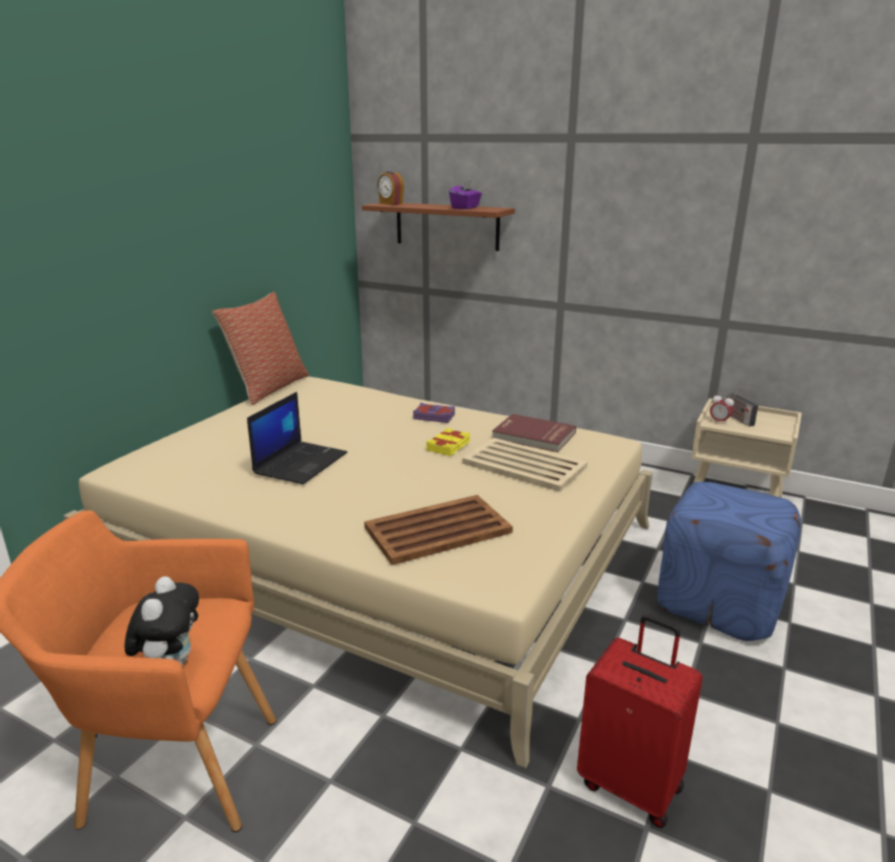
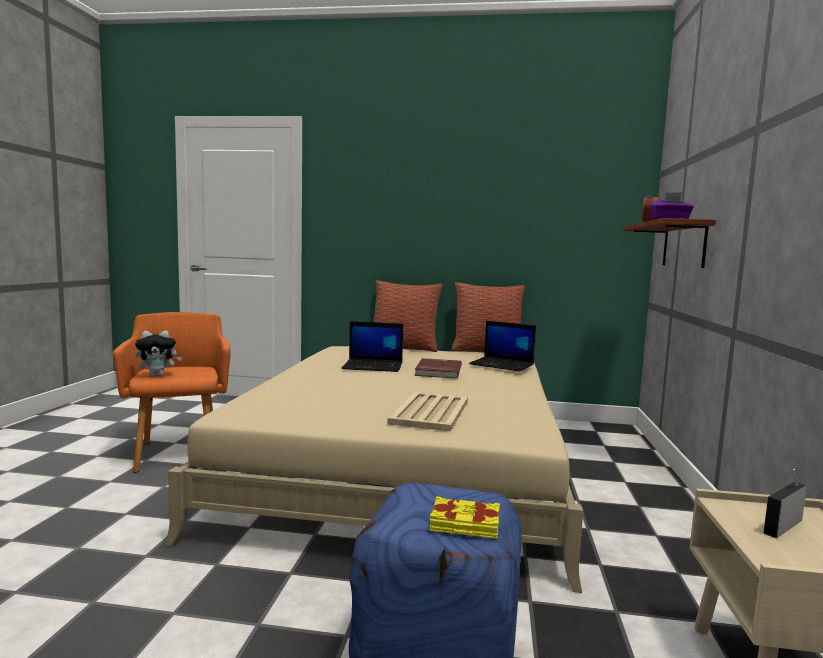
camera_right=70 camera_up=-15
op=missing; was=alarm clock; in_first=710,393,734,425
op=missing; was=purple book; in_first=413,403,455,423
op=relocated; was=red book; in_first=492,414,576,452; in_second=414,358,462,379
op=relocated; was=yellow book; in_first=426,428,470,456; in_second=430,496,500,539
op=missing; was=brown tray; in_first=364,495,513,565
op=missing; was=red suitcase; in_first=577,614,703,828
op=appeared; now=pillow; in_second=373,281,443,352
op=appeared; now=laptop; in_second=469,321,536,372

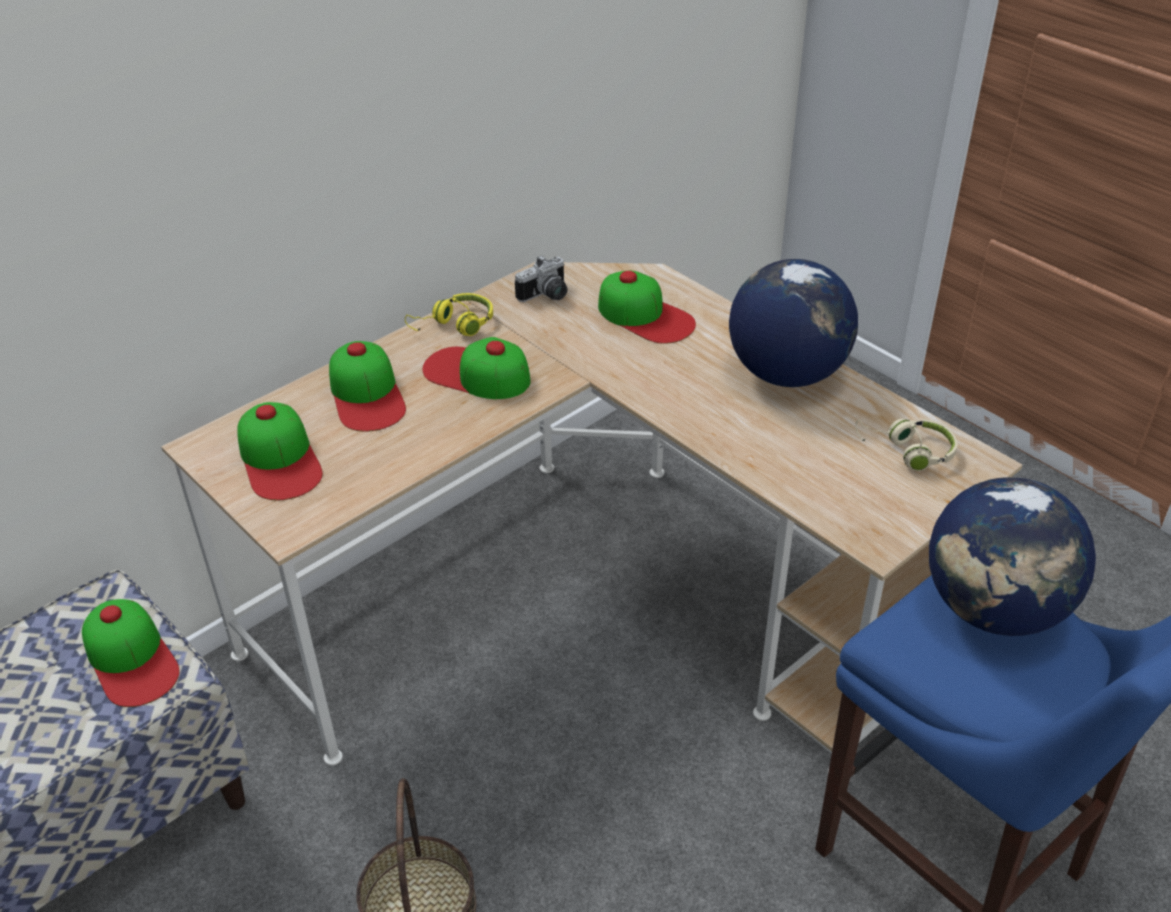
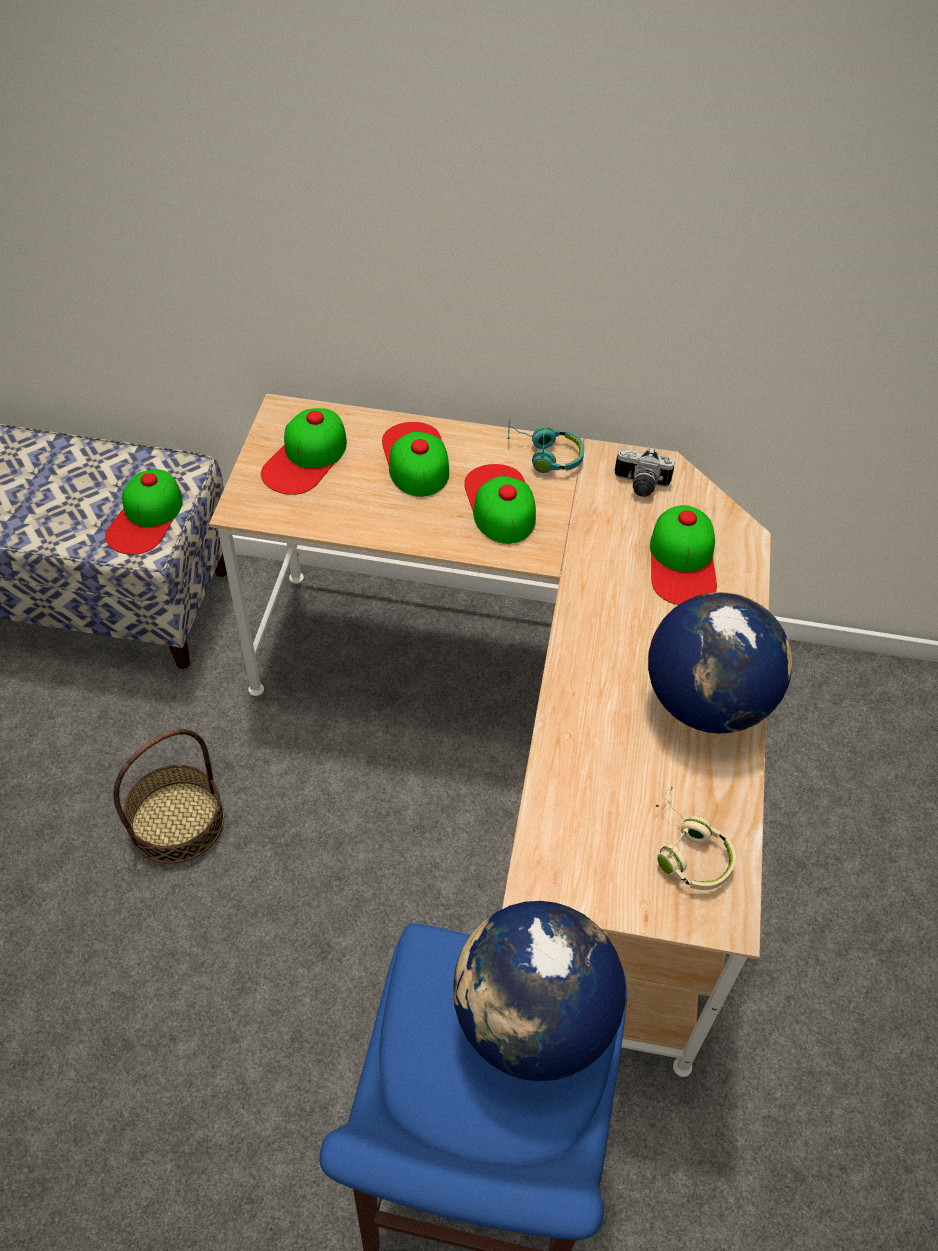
camera_right=50 camera_up=10
op=colour; was=yellow headphones; now=turquoise headphones; in_first=405,293,493,336; in_second=508,420,584,473
op=spun; was=cap; in_first=329,341,406,432; in_second=382,422,449,497; clockwise=135

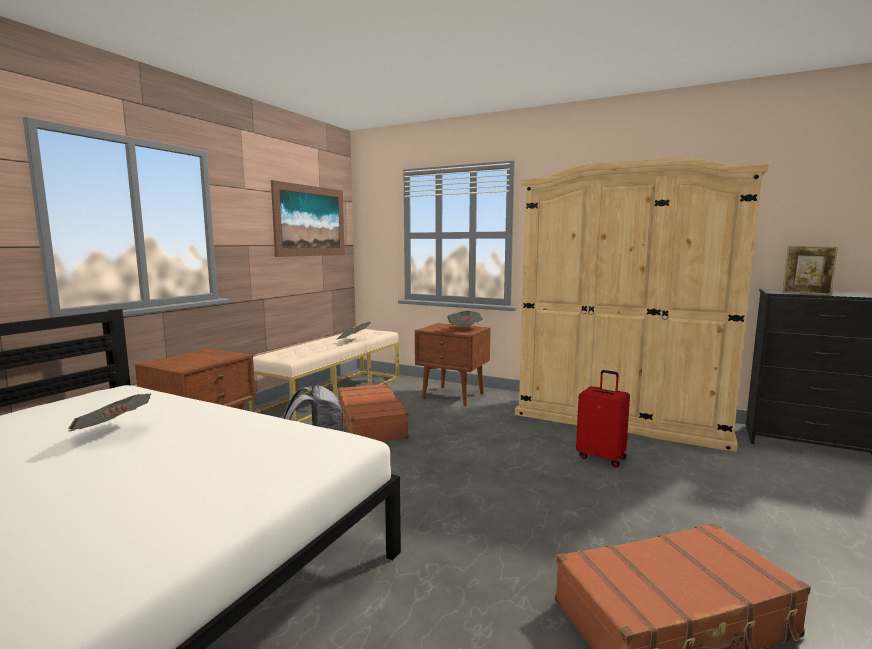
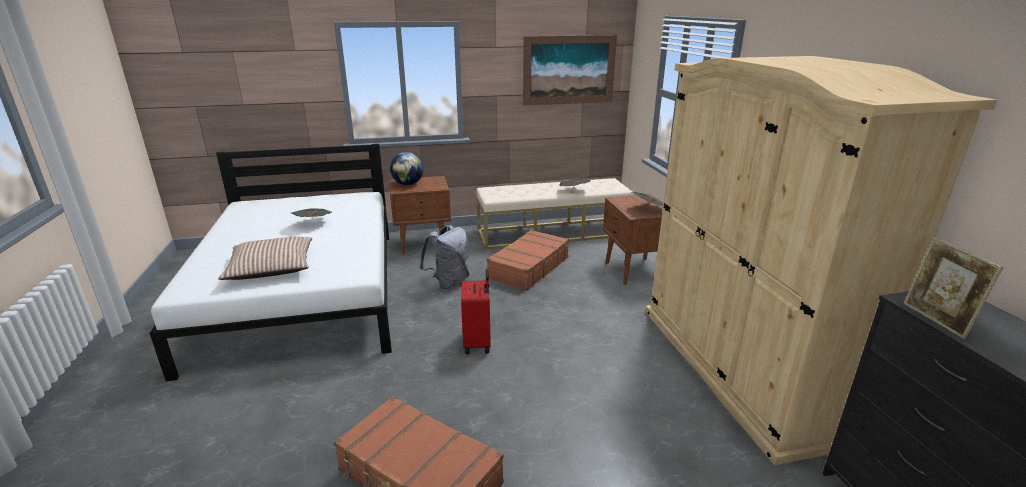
camera_right=50 camera_up=15
op=relocated; was=red suitcase; in_first=576,370,630,467; in_second=461,269,491,354
op=appeared; now=globe; in_second=390,152,424,185
op=appeared; now=pillow; in_second=218,237,312,280

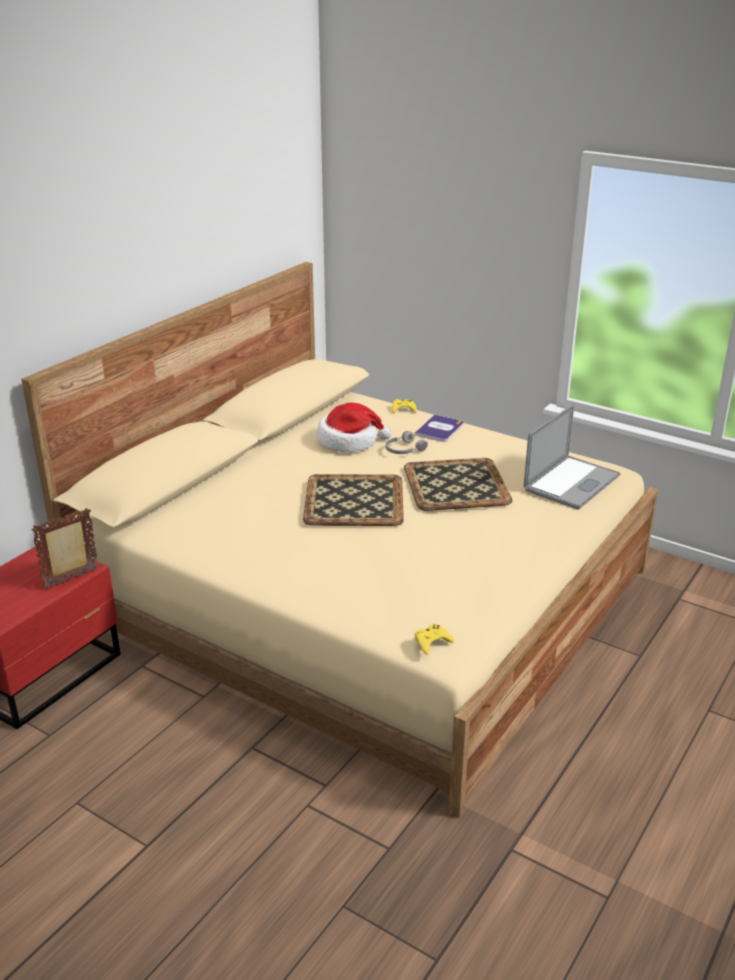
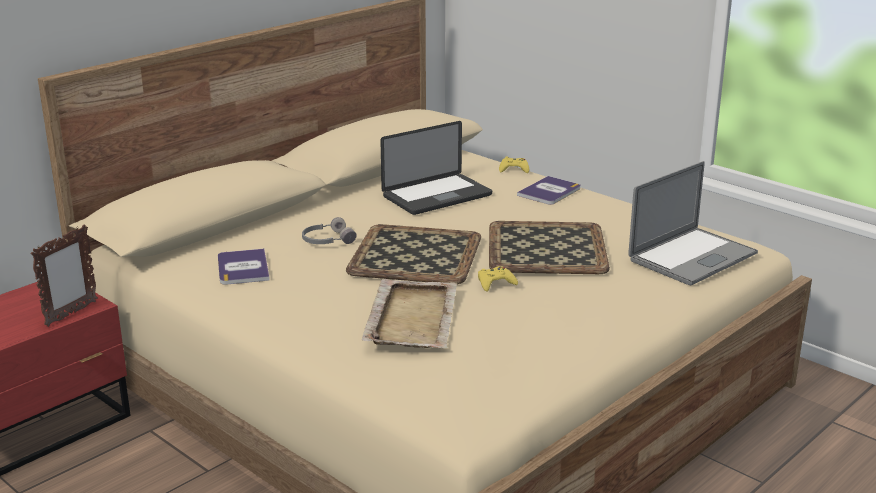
camera_right=10 camera_up=-5
op=exchanged; was=hat; now=laptop; in_first=317,402,391,452; in_second=380,121,492,215
op=relocated; was=grey headphones; in_first=386,431,428,454; in_second=302,217,357,244
op=spun; was=picture frame; in_first=31,508,98,589; in_second=30,225,98,327; clockwise=150
op=relocated; was=yellow game controller; in_first=415,624,454,655; in_second=478,266,518,292
op=appeared; now=book; in_second=218,249,270,285
op=appeared; now=beige tray; in_second=362,279,457,348

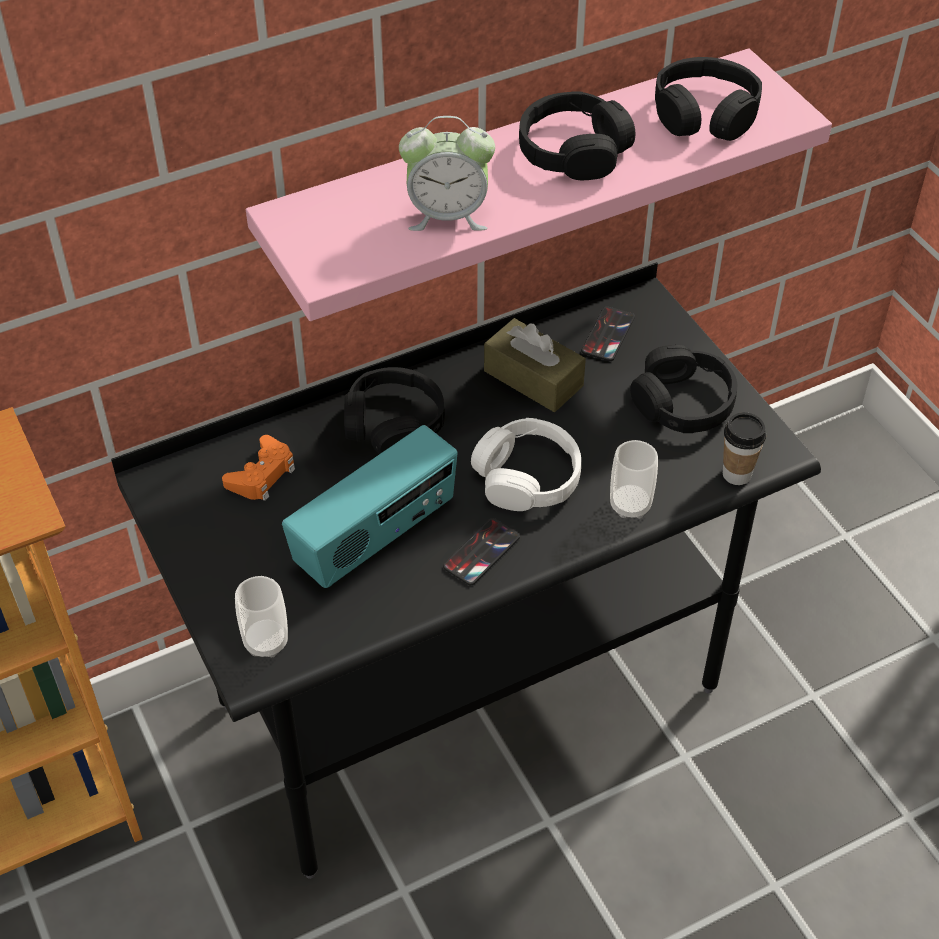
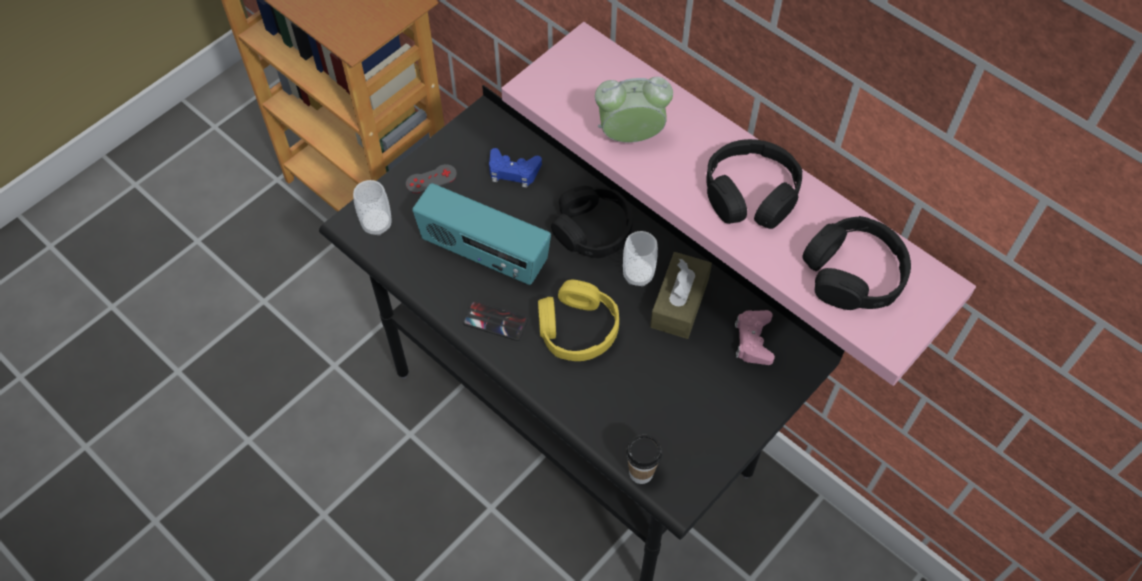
camera_right=70 camera_up=10
op=spun; was=alarm clock; in_first=399,116,495,231; in_second=595,77,673,142; clockwise=105
op=exchanged; was=phone; now=pink game controller; in_first=581,306,635,361; in_second=735,310,775,365
op=missing; was=black headphones; in_first=630,345,737,433
op=colour; was=white headphones; now=yellow headphones; in_first=471,418,581,511; in_second=538,280,619,361
op=colour; was=orange game controller; now=blue game controller; in_first=222,435,295,501; in_second=489,148,542,188
op=relocated; was=cup; in_first=610,440,658,518; in_second=623,231,658,287
op=appeared; now=grey game controller; in_second=406,164,457,193

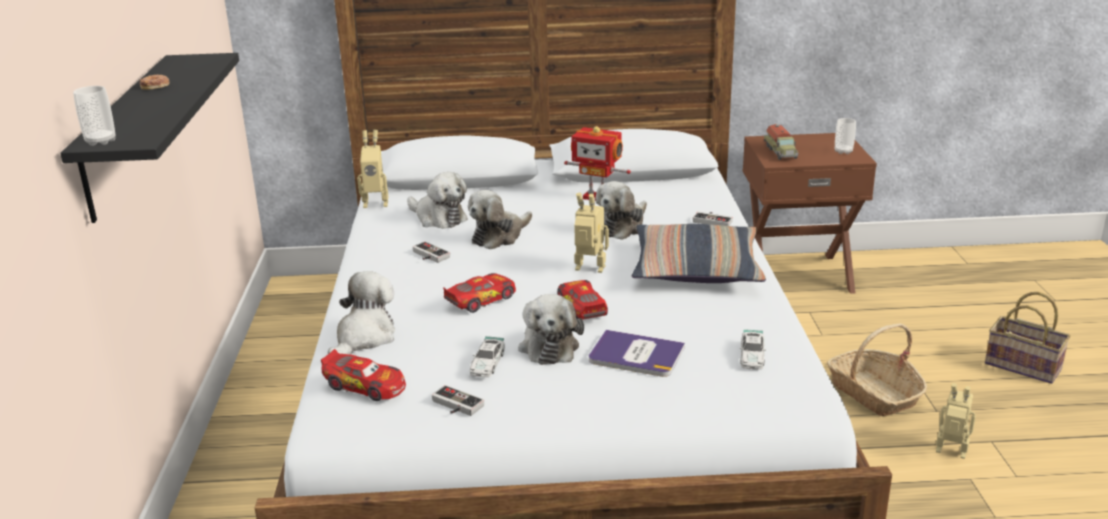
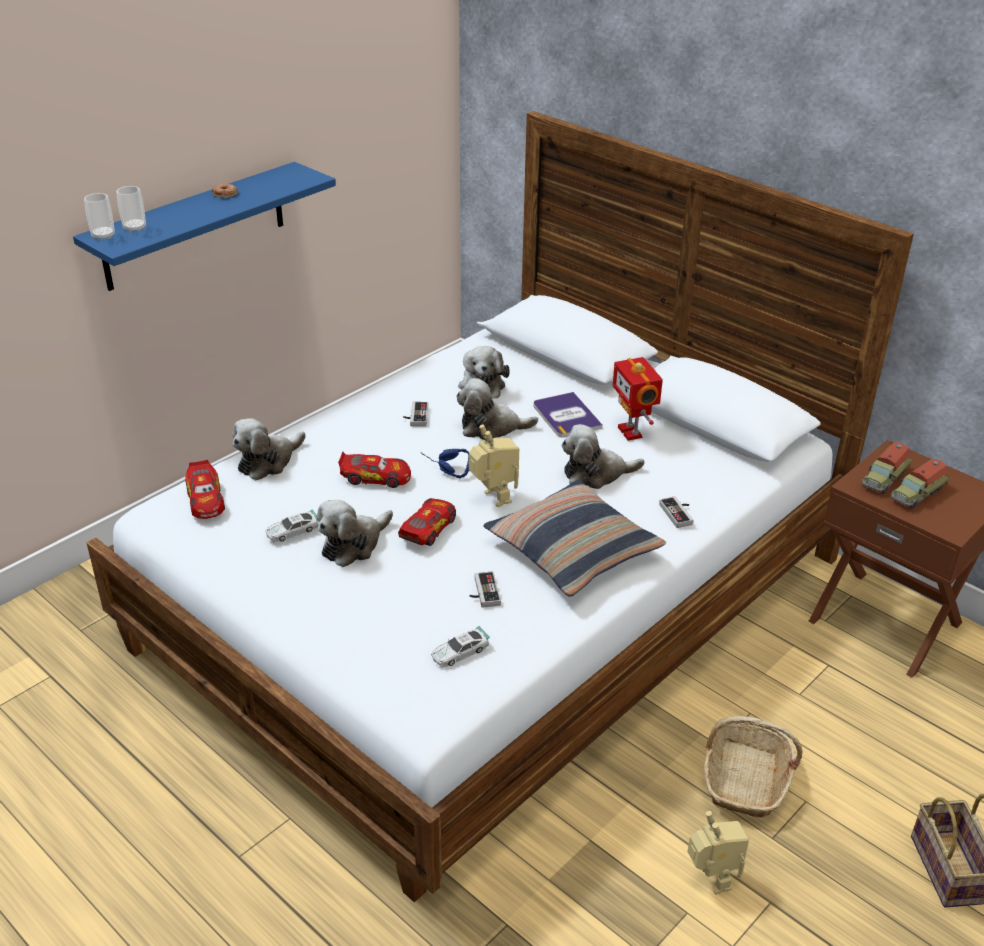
camera_right=45 camera_up=10
op=colour; was=black shelf; now=blue shelf; in_first=60,53,239,223; in_second=73,162,336,291
op=relocated; was=cup; in_first=835,118,856,154; in_second=117,186,146,232
op=missing; was=toy robot; in_first=357,130,388,208
op=spun; was=plush toy; in_first=328,271,395,354; in_second=232,418,306,480; clockwise=150
op=relocated; was=book; in_first=589,330,685,377; in_second=534,392,603,437
op=relocated; was=game controller; in_first=432,385,484,416; in_second=470,571,501,608
op=appeared; now=blue headphones; in_second=421,449,469,479
op=appeared; now=toy truck; in_second=891,458,949,509

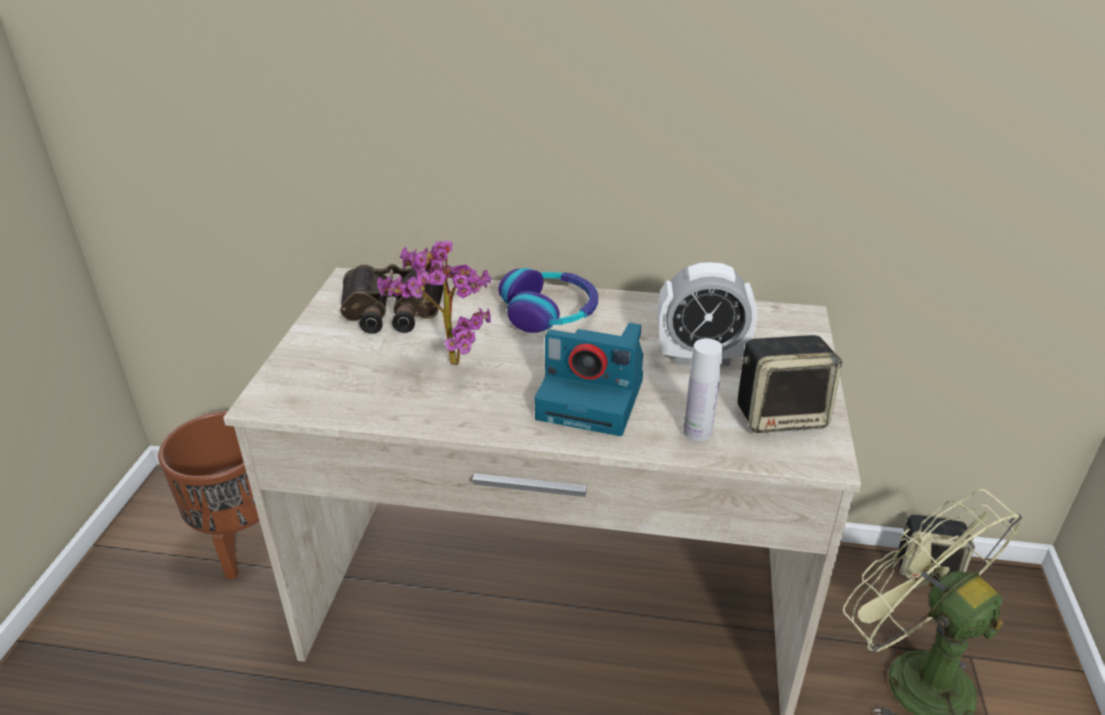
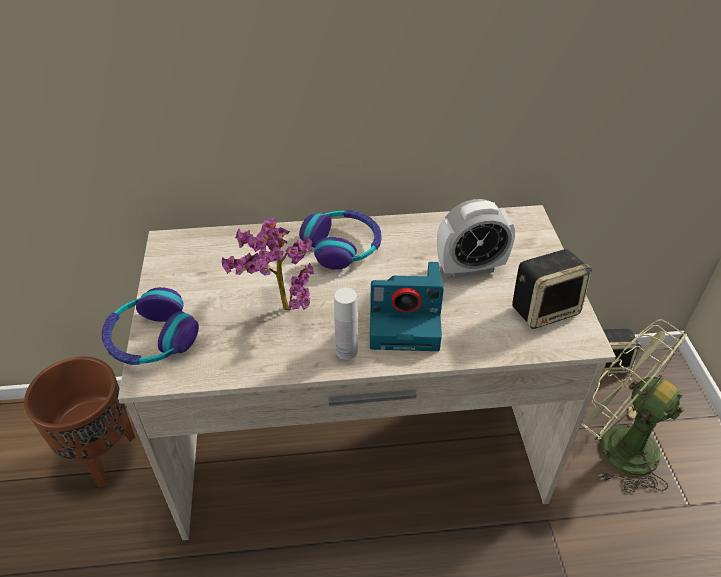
camera_right=-15 camera_up=10
op=missing; was=binoculars; in_first=340,264,443,334
op=relocated; was=white bottle; in_first=683,338,723,441; in_second=334,288,358,360
op=appeared; now=headphones; in_second=102,287,199,365

